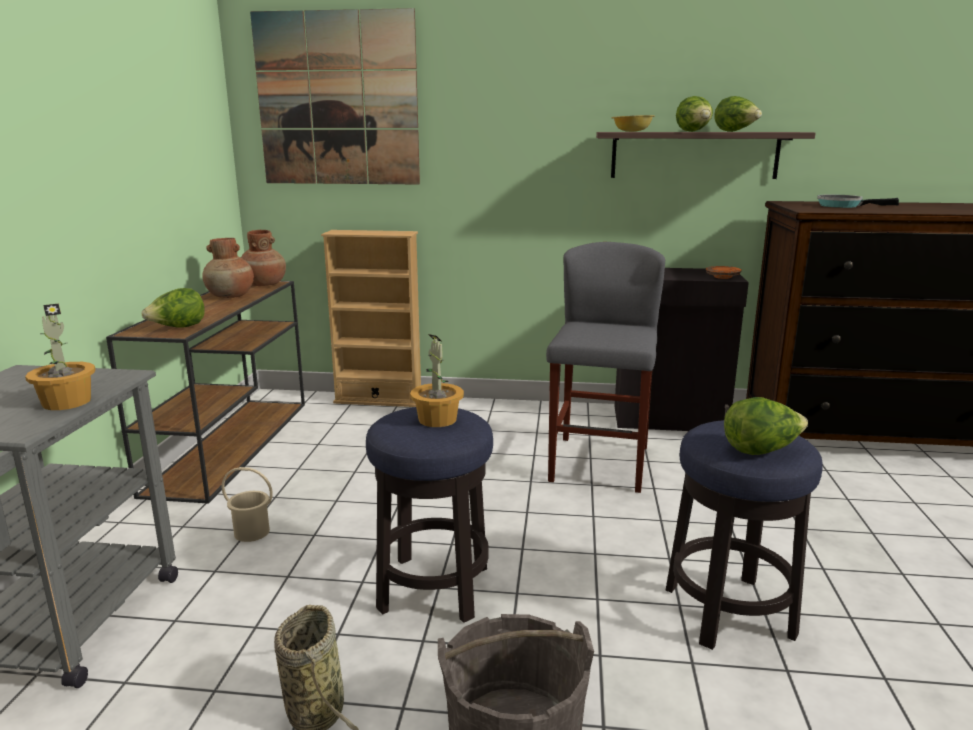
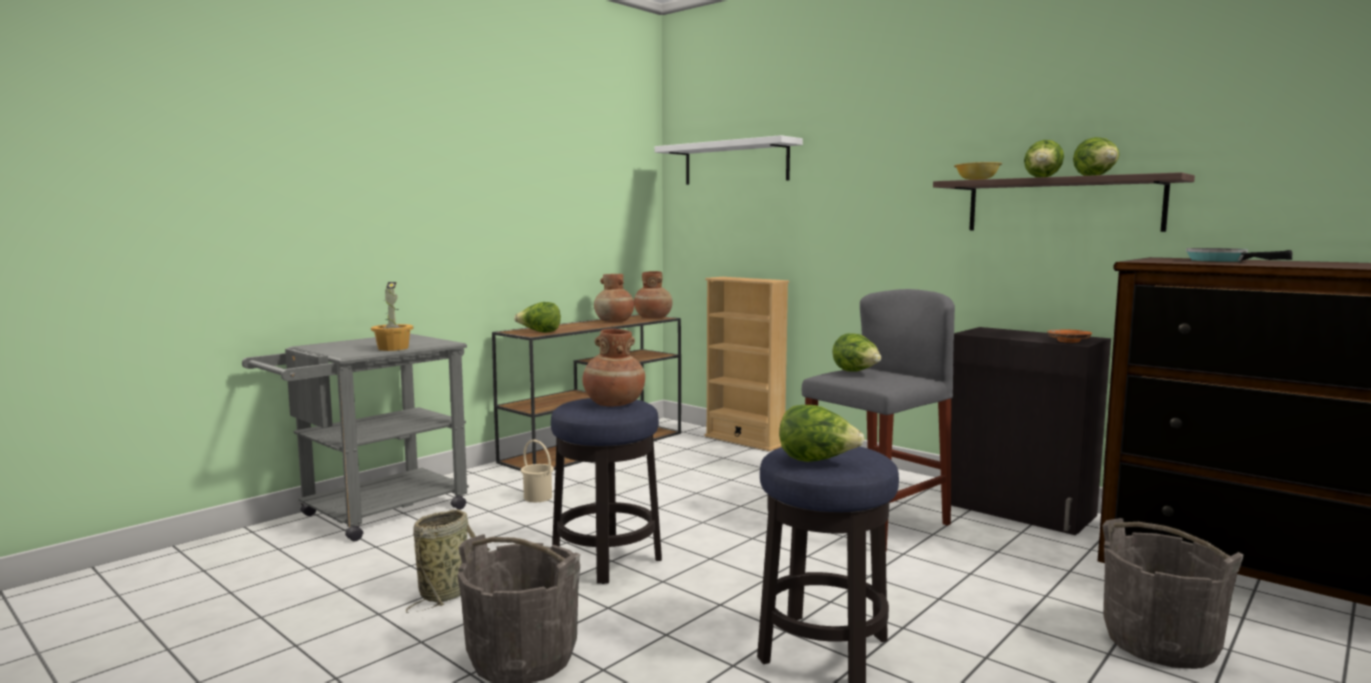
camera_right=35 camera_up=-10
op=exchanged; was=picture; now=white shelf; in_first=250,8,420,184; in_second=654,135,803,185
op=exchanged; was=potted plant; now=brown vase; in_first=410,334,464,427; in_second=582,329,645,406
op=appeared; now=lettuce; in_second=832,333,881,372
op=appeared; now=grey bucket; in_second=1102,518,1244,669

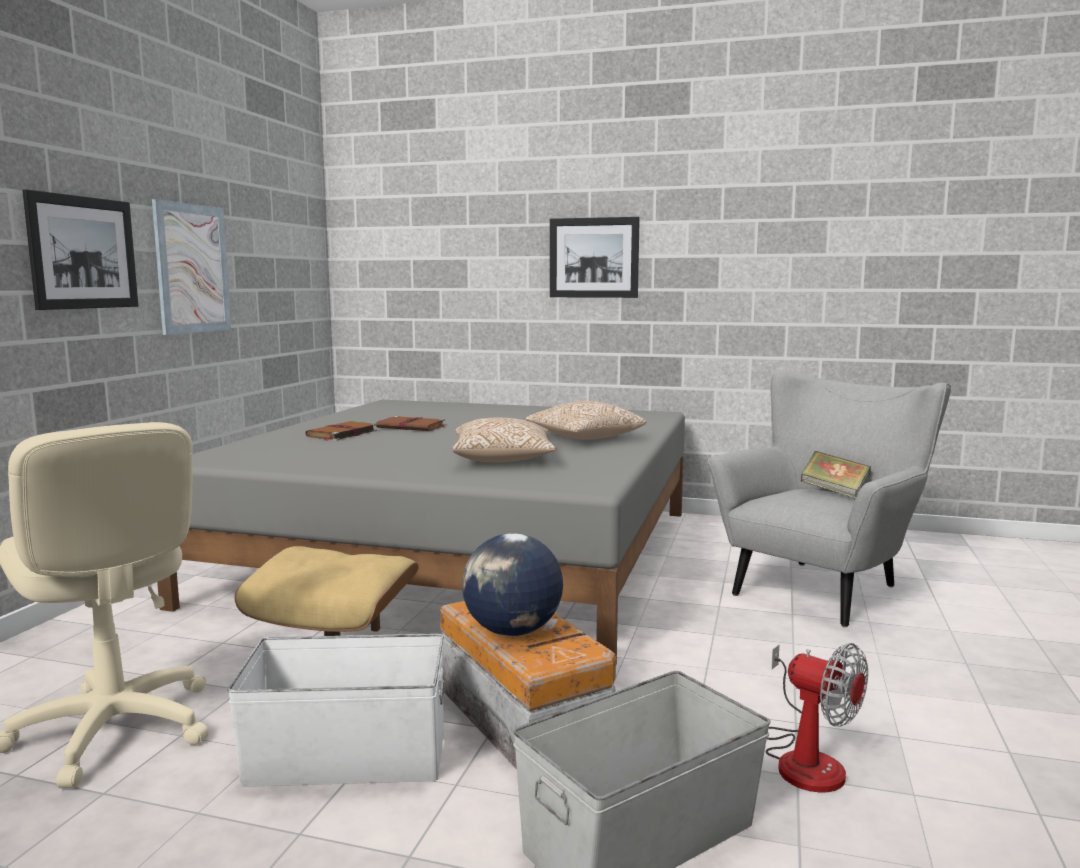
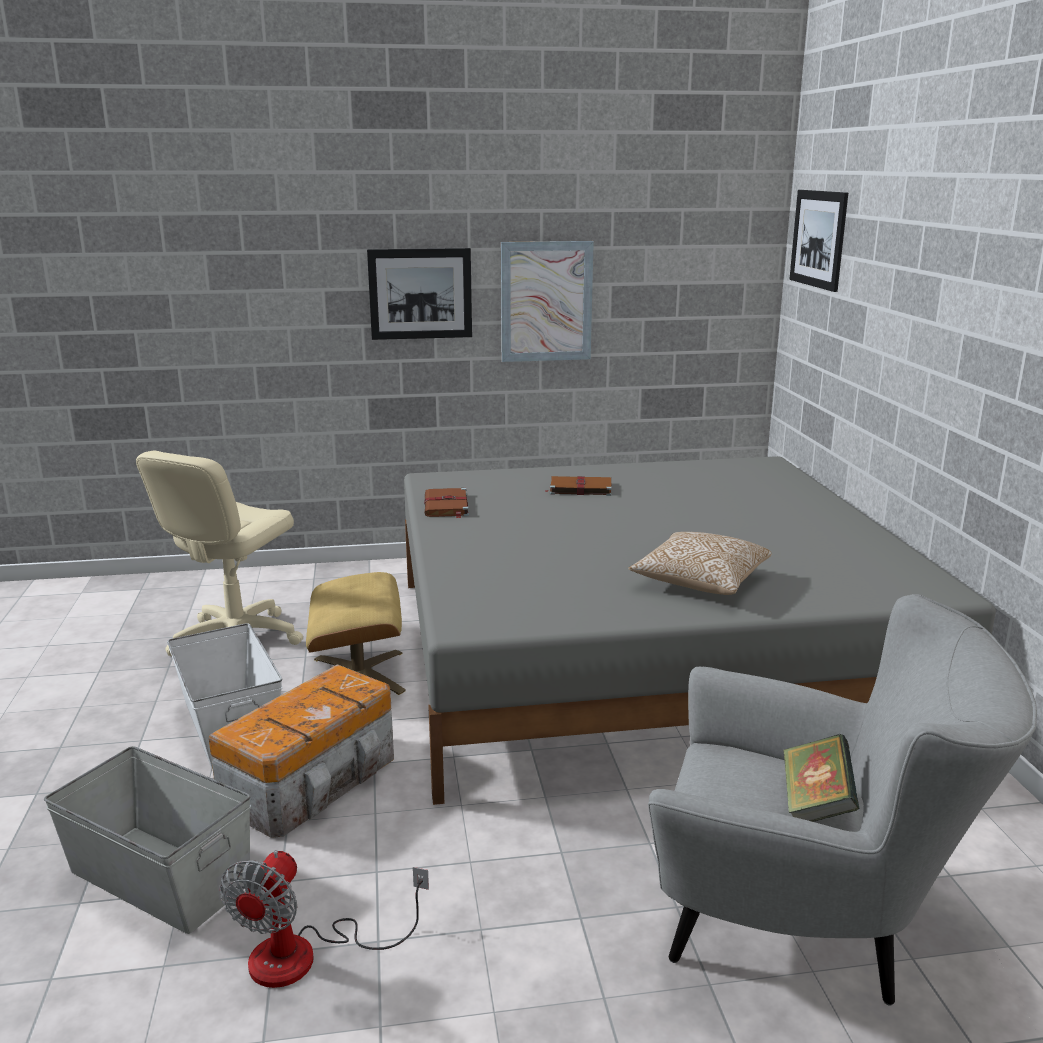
camera_right=65 camera_up=10
op=relocated; was=picture; in_first=550,217,640,298; in_second=789,190,848,292
op=relocated; was=brown book; in_first=376,416,445,431; in_second=424,488,469,518
op=missing; was=pillow; in_first=452,418,556,462
op=missing; was=globe; in_first=462,533,563,636

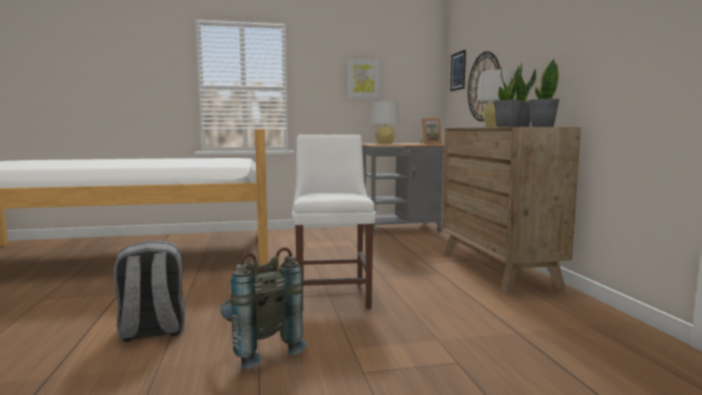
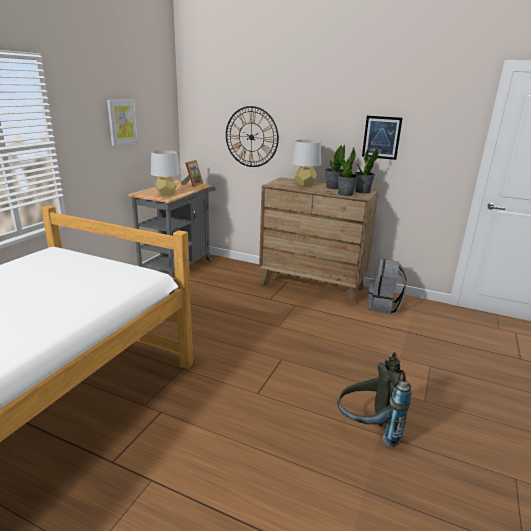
camera_right=-55 camera_up=15
op=relocated; was=picture; in_first=450,50,466,91; in_second=362,116,403,160
op=missing; was=white chair; in_first=292,135,376,311
op=relocated; was=grey backpack; in_first=114,240,185,342; in_second=368,259,407,314

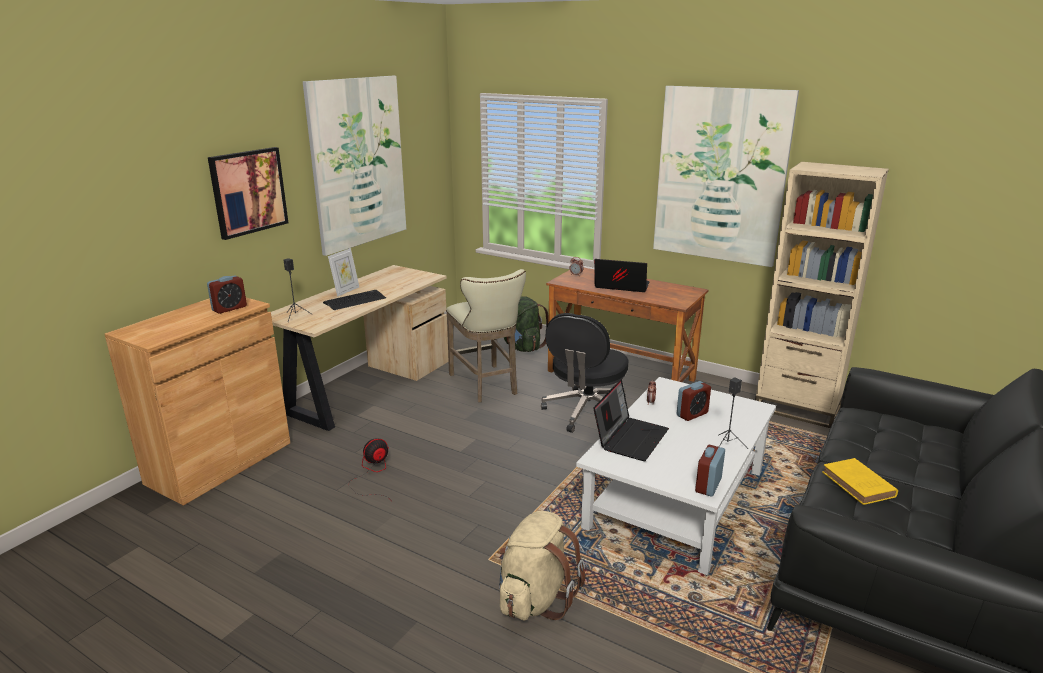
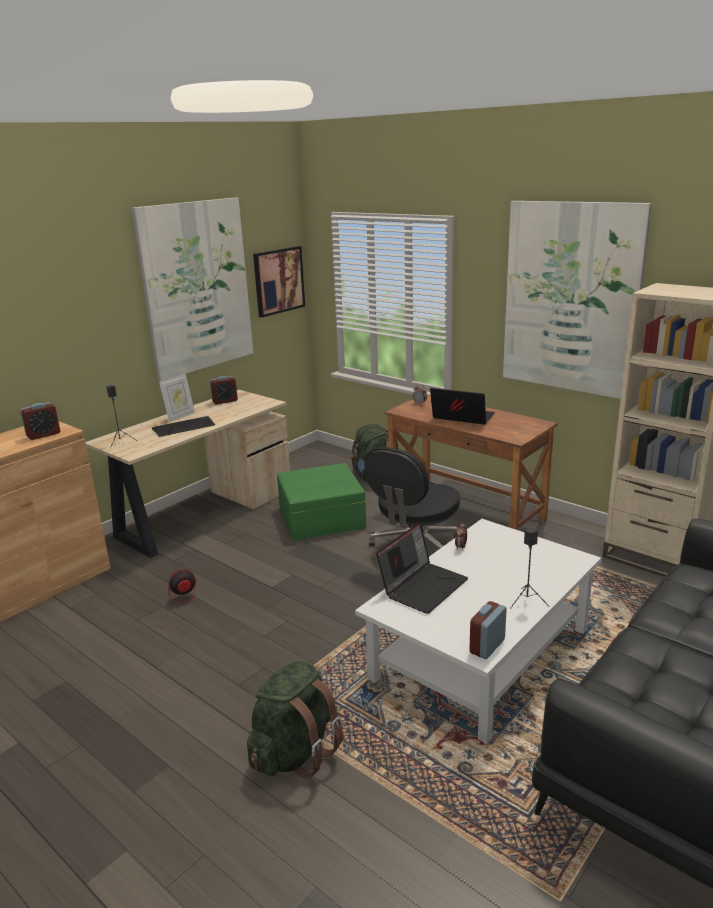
camera_right=10 camera_up=0
op=relocated; was=picture; in_first=208,147,288,240; in_second=253,246,305,317
op=exchanged; was=beige stool; now=green storage box; in_first=446,269,526,402; in_second=277,463,366,540
op=relocated; was=alarm clock; in_first=676,381,711,421; in_second=210,376,238,405
op=missing; was=yellow book; in_first=822,458,898,505
op=colour; was=beige backpack; now=green backpack; in_first=499,511,585,621; in_second=247,661,343,779

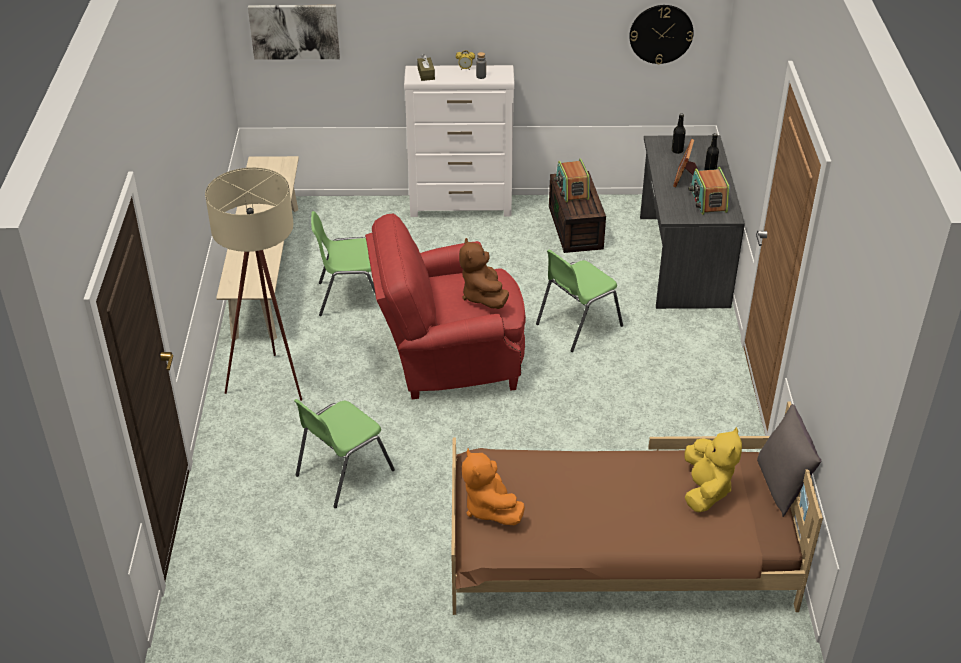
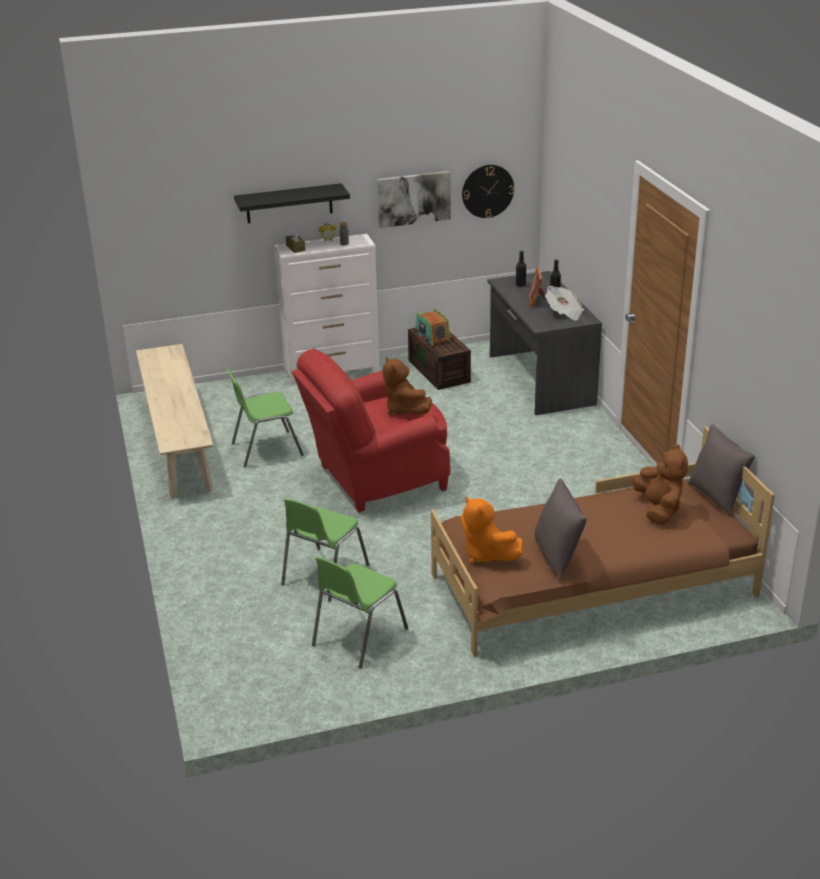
camera_right=-15 camera_up=-10
op=relocated; was=picture; in_first=248,5,340,60; in_second=377,171,451,228
op=missing; was=beige floor lamp; in_first=205,167,302,401
op=exchanged; was=radio; now=newspaper; in_first=688,167,729,215; in_second=545,286,584,321
op=relocated; was=green chair; in_first=536,250,623,352; in_second=312,556,408,668
op=colour; was=yellow plush toy; now=brown plush toy; in_first=685,427,742,513; in_second=633,445,688,525
op=appeared; now=black shelf; in_second=234,183,350,223
op=appeared; now=grey pillow; in_second=534,479,587,579

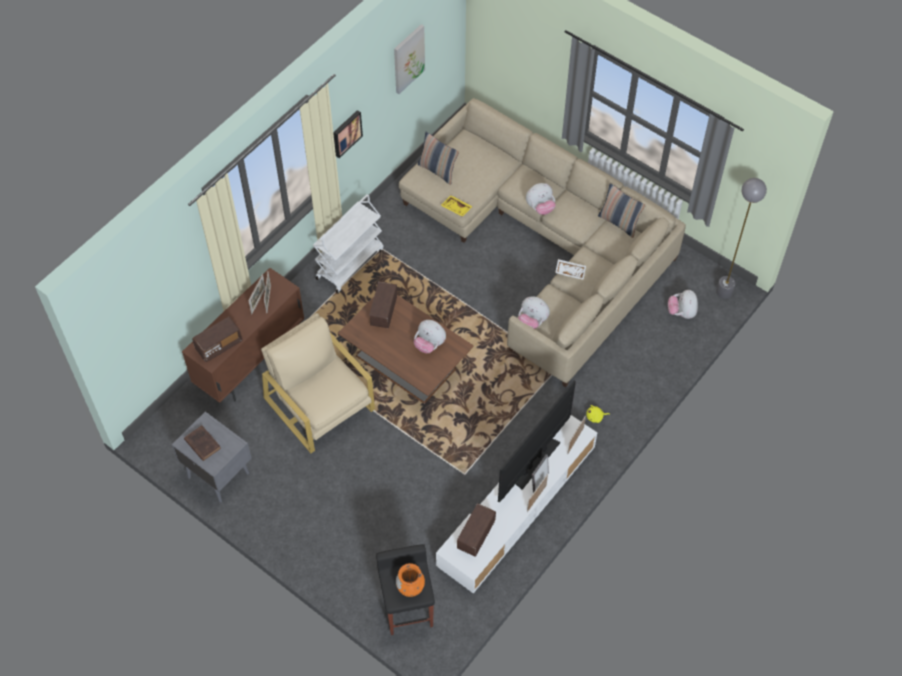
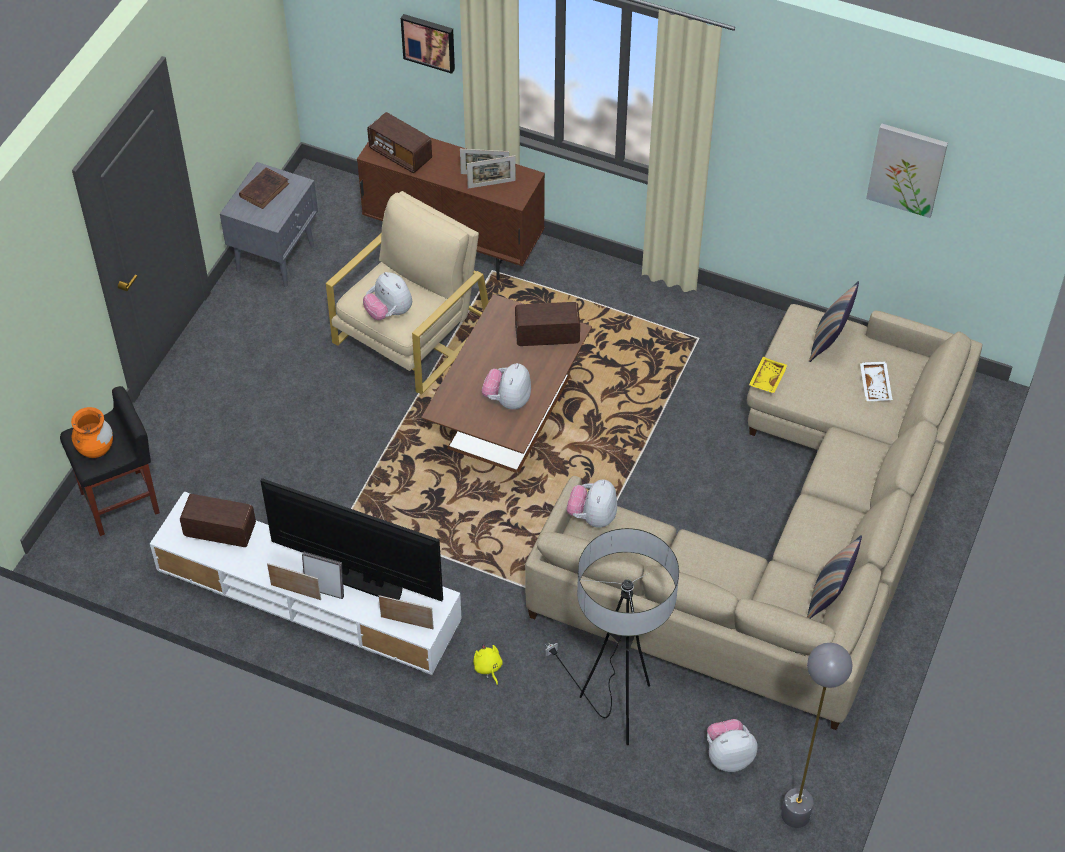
camera_right=75 camera_up=-5
op=relocated; was=picture; in_first=333,110,363,158; in_second=401,14,455,74
op=relocated; was=plush toy; in_first=526,183,556,215; in_second=363,272,412,320
op=missing; was=white cart; in_first=313,194,384,294
op=relocated; was=white tray; in_first=555,259,586,280; in_second=860,361,893,401
op=appeared; now=floor lamp; in_second=545,528,679,745

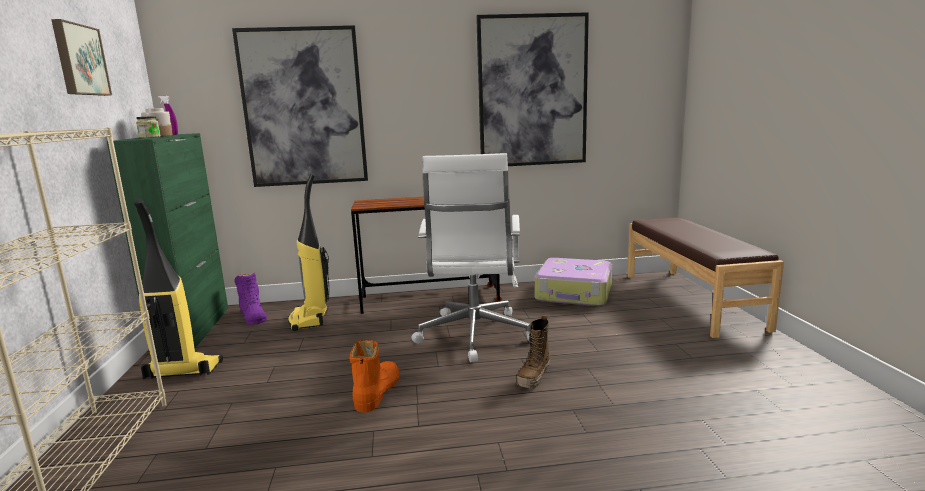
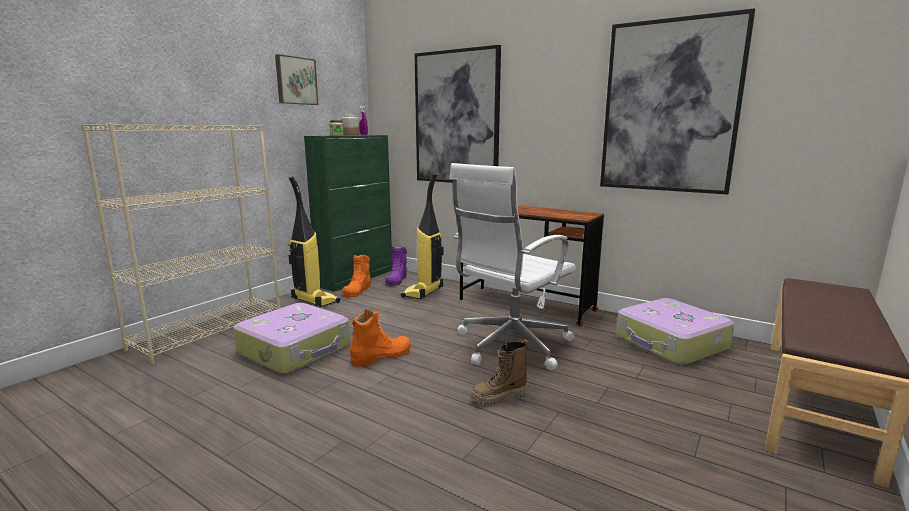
camera_right=40 camera_up=0
op=appeared; now=orange boot; in_second=342,255,371,297
op=appeared; now=suitcase; in_second=234,303,350,374

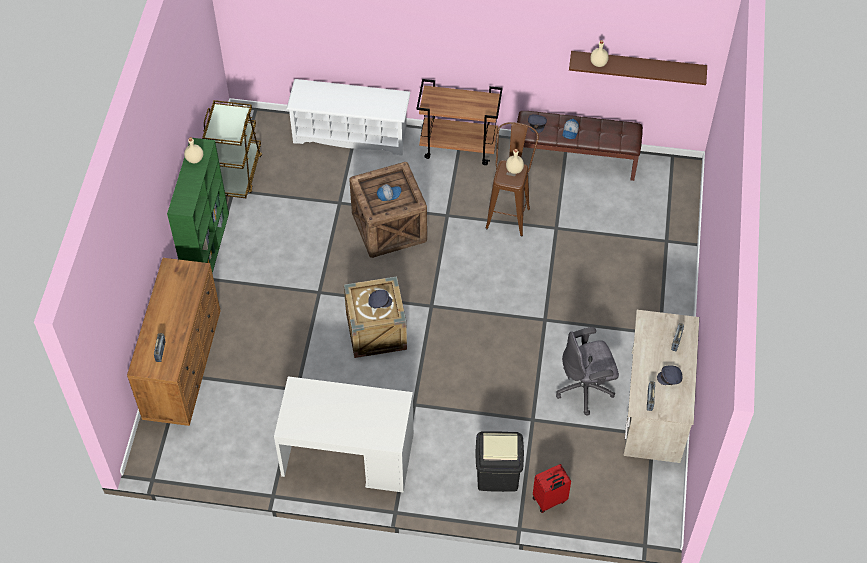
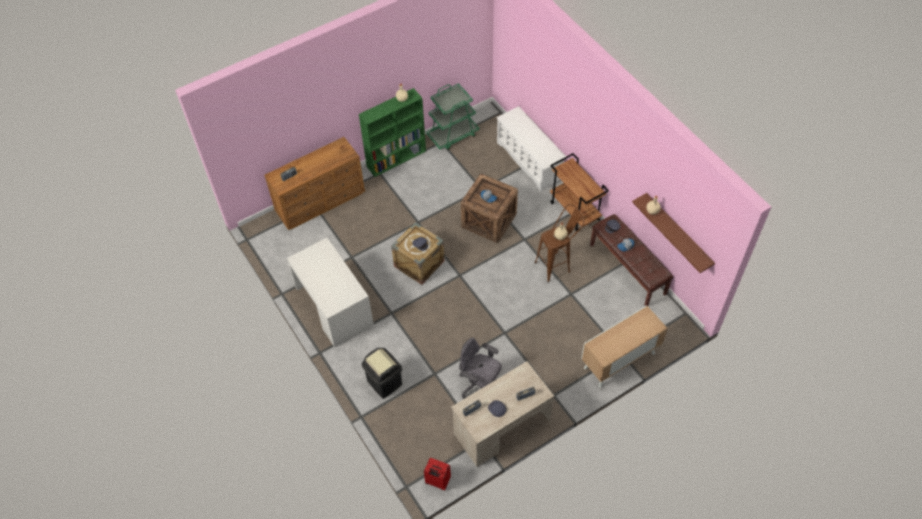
camera_right=50 camera_up=0
op=colour; was=brown cart; now=green cart; in_first=202,100,262,198; in_second=426,83,479,150
op=relocated; was=red suitcase; in_first=532,464,571,513; in_second=424,458,451,490
op=appeared; now=cabinet; in_second=581,305,668,388

